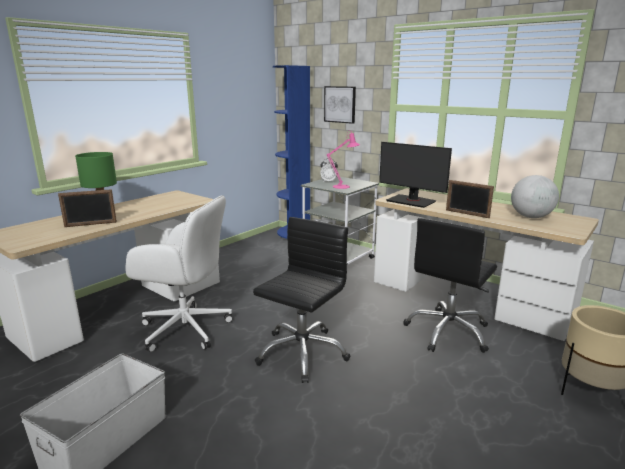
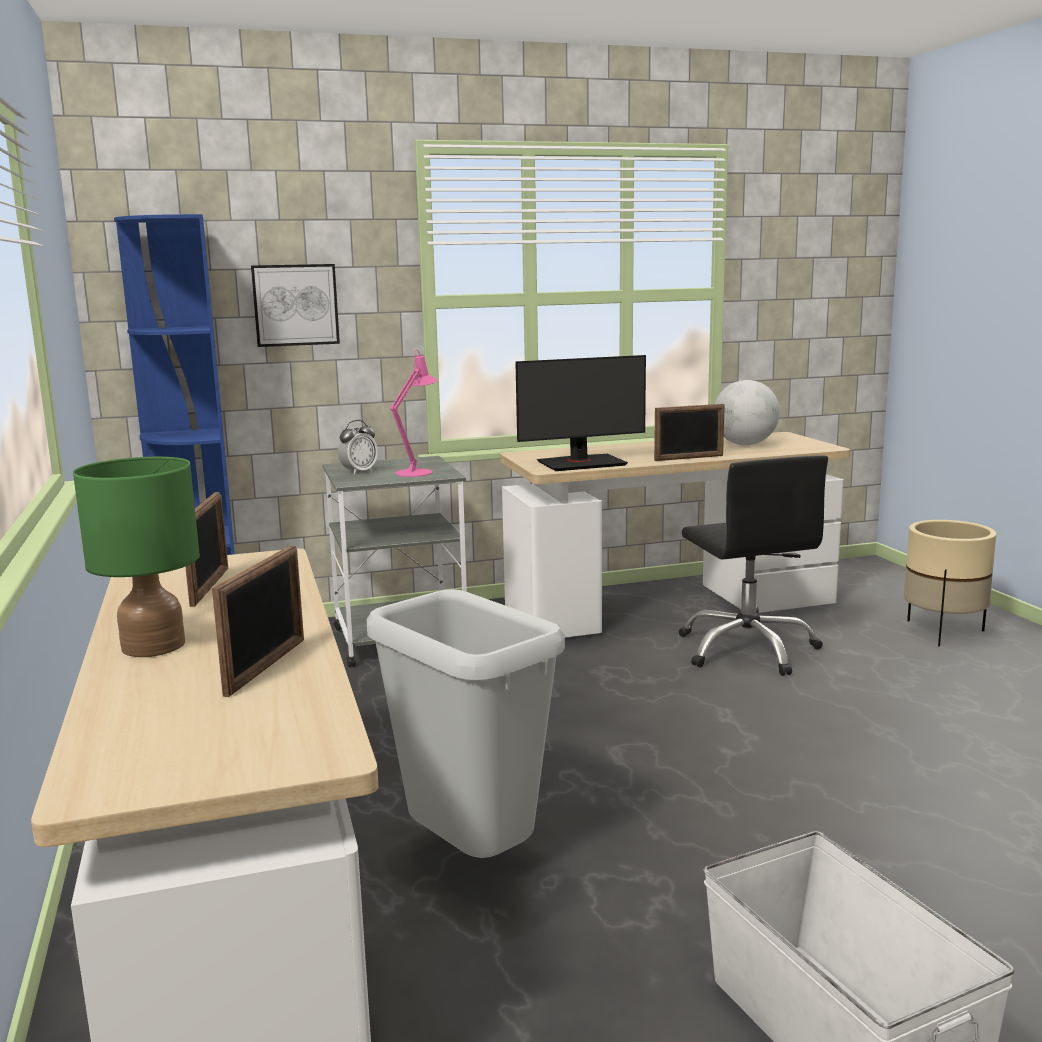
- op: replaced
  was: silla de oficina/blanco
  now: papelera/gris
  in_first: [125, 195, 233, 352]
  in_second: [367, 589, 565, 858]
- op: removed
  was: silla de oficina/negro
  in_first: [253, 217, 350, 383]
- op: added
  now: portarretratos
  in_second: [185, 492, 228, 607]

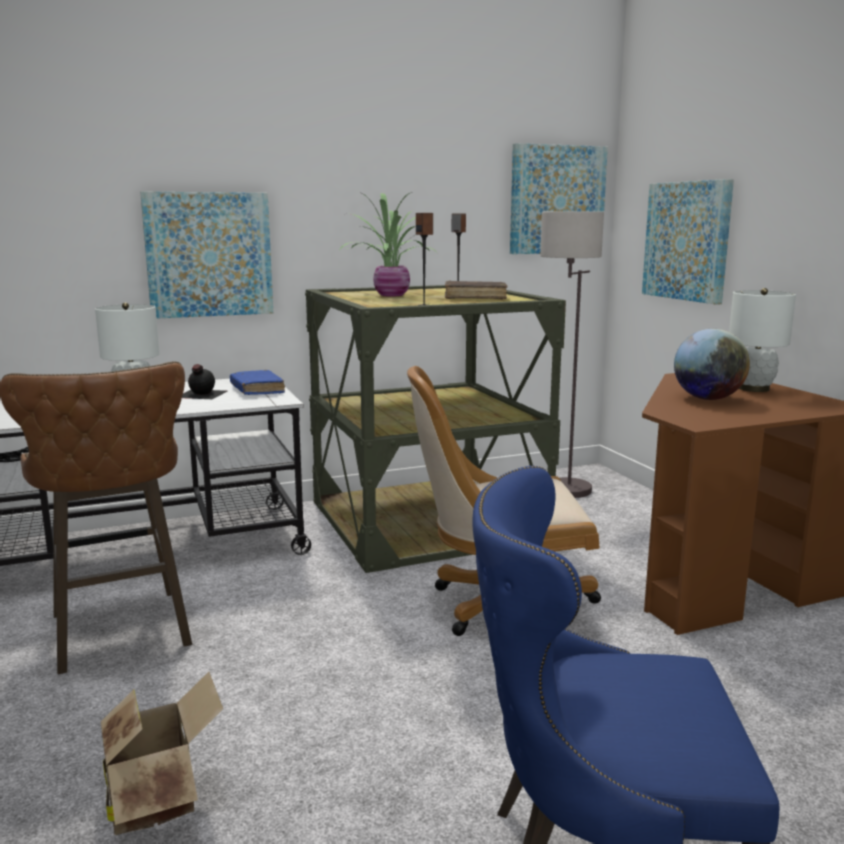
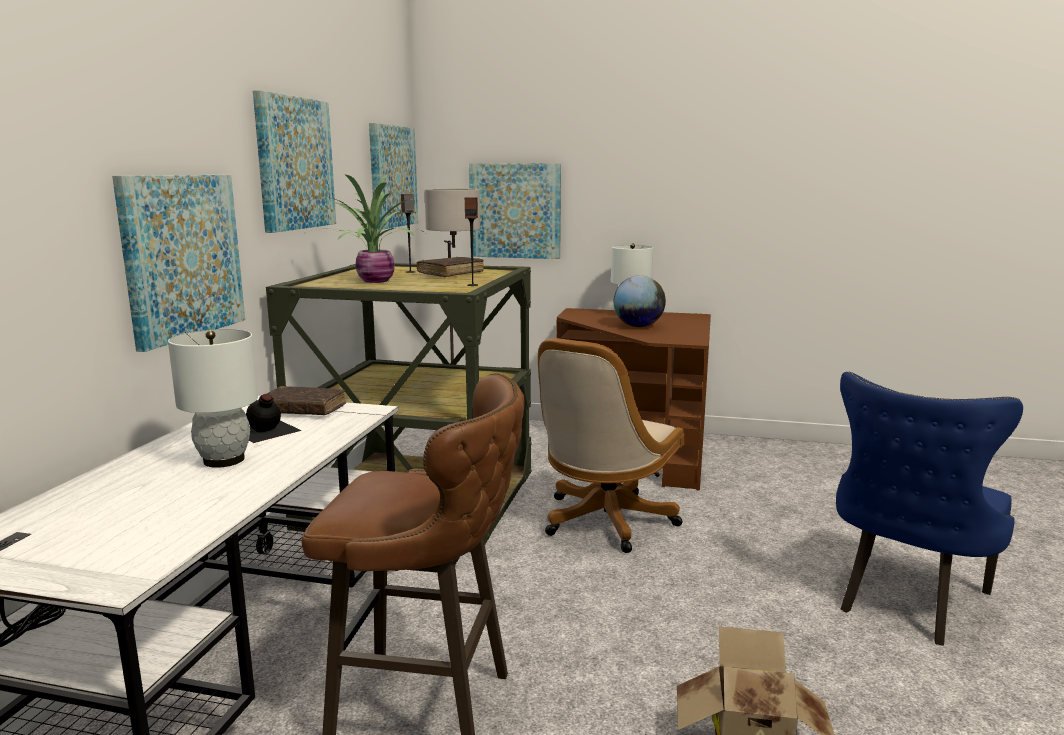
- op: recoloured
  was: libro/azul
  now: libro/marrón
  in_first: [230, 370, 285, 395]
  in_second: [258, 386, 346, 415]
- op: added
  now: cuadro
  in_second: [253, 90, 336, 233]

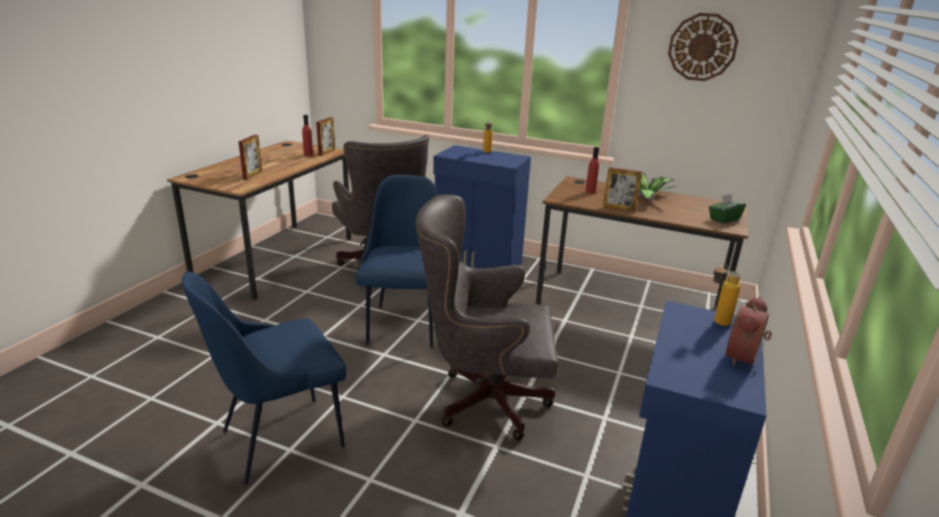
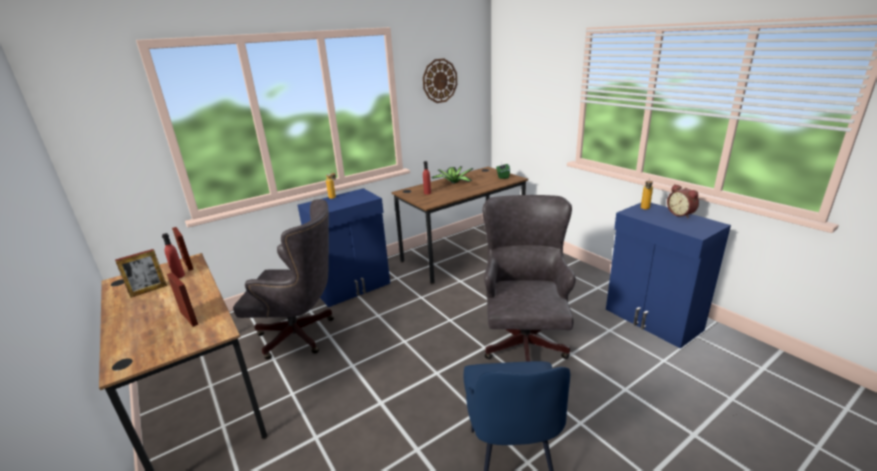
- op: removed
  was: silla/azul
  in_first: [356, 175, 438, 348]
- op: turned
  was: silla de oficina/gris
  in_first: [416, 194, 558, 440]
  in_second: [482, 195, 576, 362]
  clockwise: 150
- op: moved
  was: portarretratos
  in_first: [603, 167, 642, 212]
  in_second: [115, 249, 167, 298]

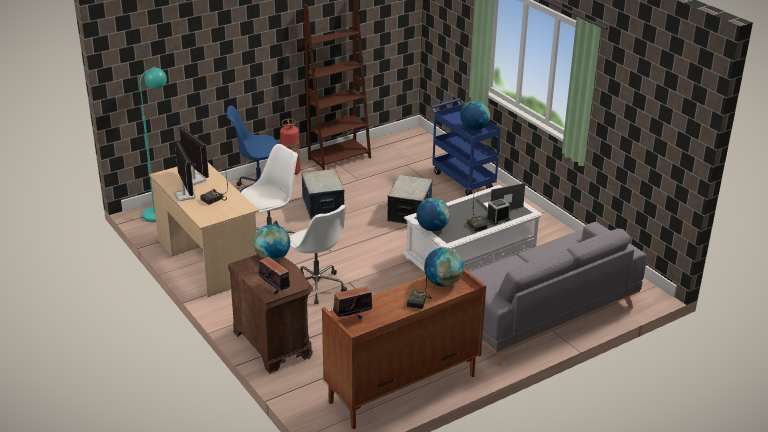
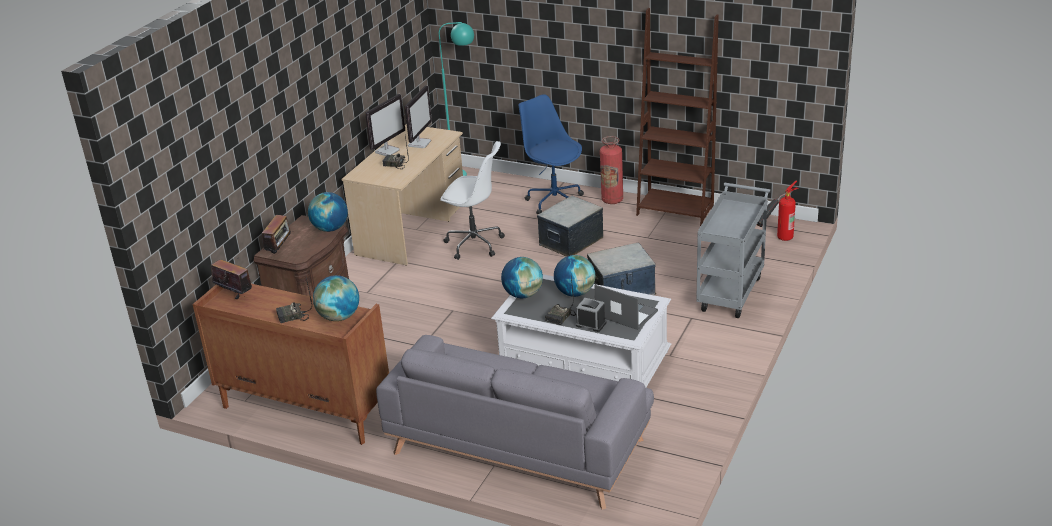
- op: removed
  was: silla de oficina/blanco
  in_first: [289, 205, 347, 304]
- op: recoloured
  was: carrito/azul
  now: carrito/gris
  in_first: [431, 98, 501, 196]
  in_second: [696, 182, 771, 318]
- op: moved
  was: globo terráqueo
  in_first: [460, 101, 490, 130]
  in_second: [554, 255, 595, 297]
- op: added
  now: extintor
  in_second: [757, 181, 799, 241]

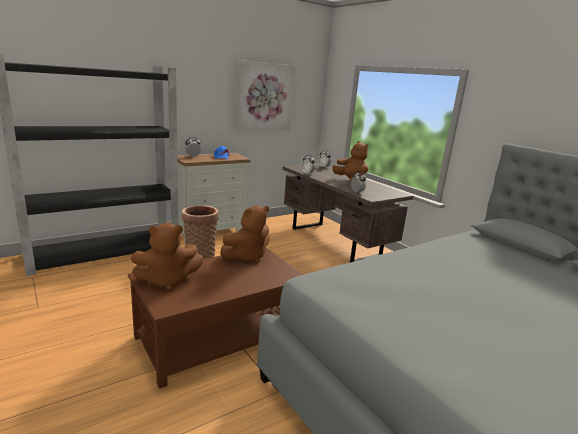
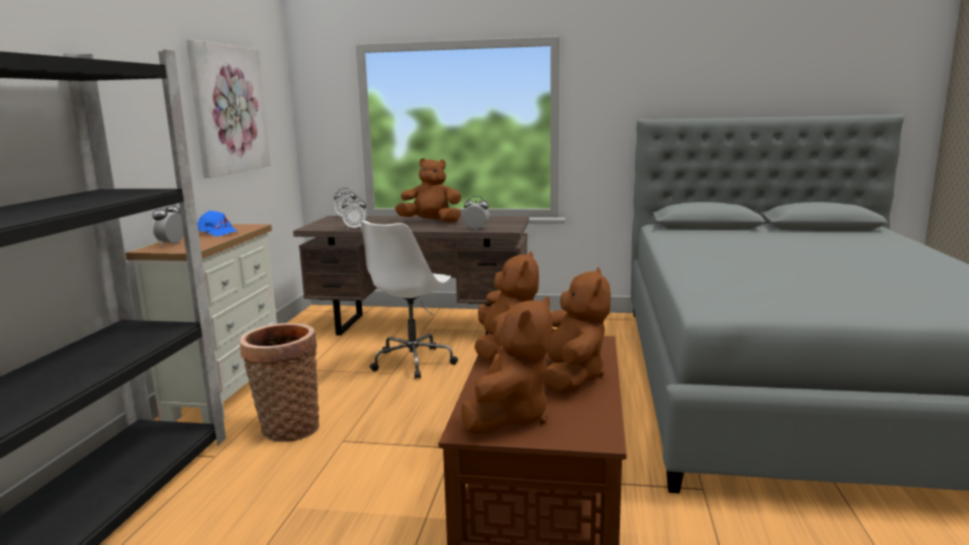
- op: added
  now: silla de oficina/blanco
  in_second: [361, 221, 458, 379]
- op: added
  now: peluche/marrón
  in_second: [544, 267, 611, 394]

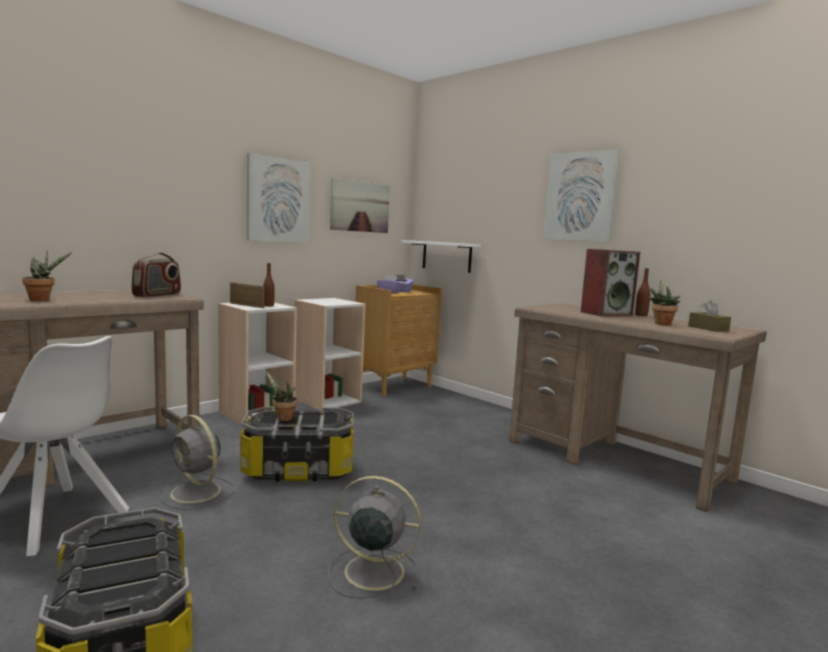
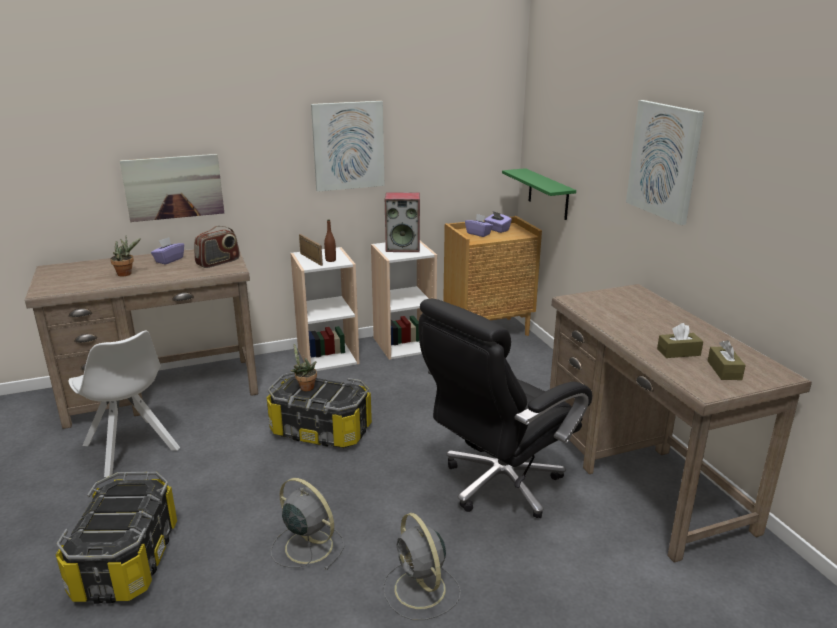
- op: moved
  was: ventilador/gris
  in_first: [158, 415, 235, 510]
  in_second: [383, 513, 461, 620]
- op: moved
  was: cuadro
  in_first: [330, 178, 390, 233]
  in_second: [120, 154, 224, 222]
- op: recoloured
  was: estante/blanco
  now: estante/verde
  in_first: [402, 240, 481, 273]
  in_second: [502, 168, 576, 220]
- op: moved
  was: altavoz
  in_first: [581, 249, 640, 317]
  in_second: [385, 192, 420, 252]
- op: removed
  was: botella/marrón
  in_first: [635, 268, 650, 316]
- op: replaced
  was: planta en maceta
  now: caja de pañuelos/marrón
  in_first: [647, 279, 681, 325]
  in_second: [657, 323, 703, 358]
- op: added
  now: caja de pañuelos/morado
  in_second: [151, 237, 184, 265]
- op: added
  now: silla de oficina/negro
  in_second: [419, 299, 592, 518]

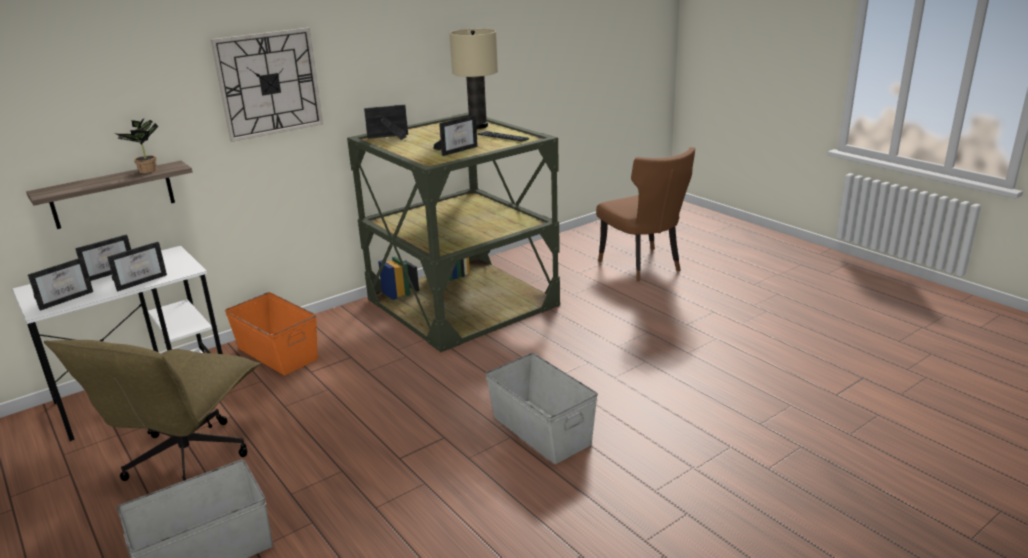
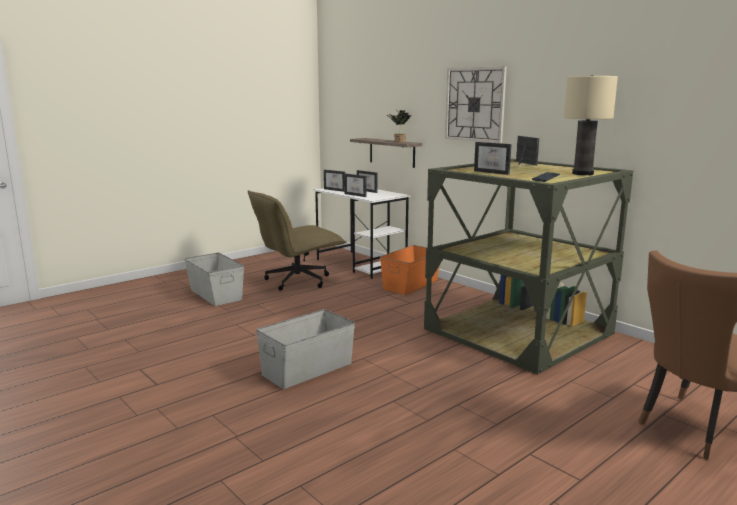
- op: turned
  was: silla de oficina/beis
  in_first: [44, 340, 262, 481]
  in_second: [247, 190, 347, 291]
  clockwise: -45

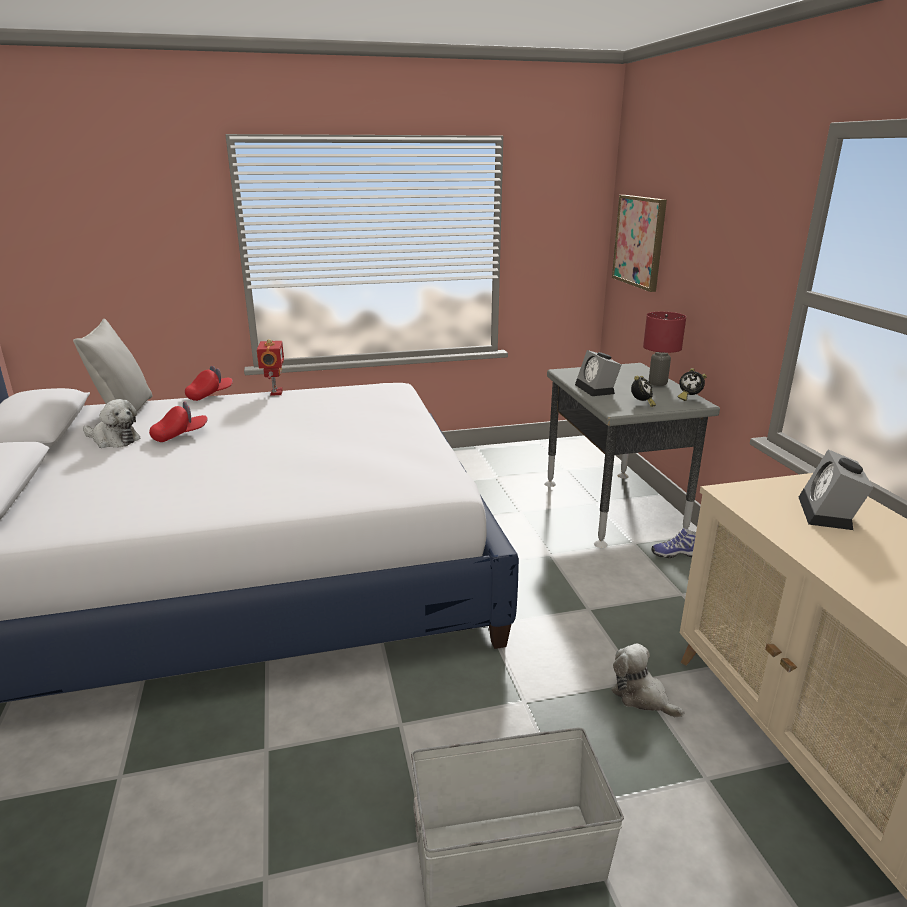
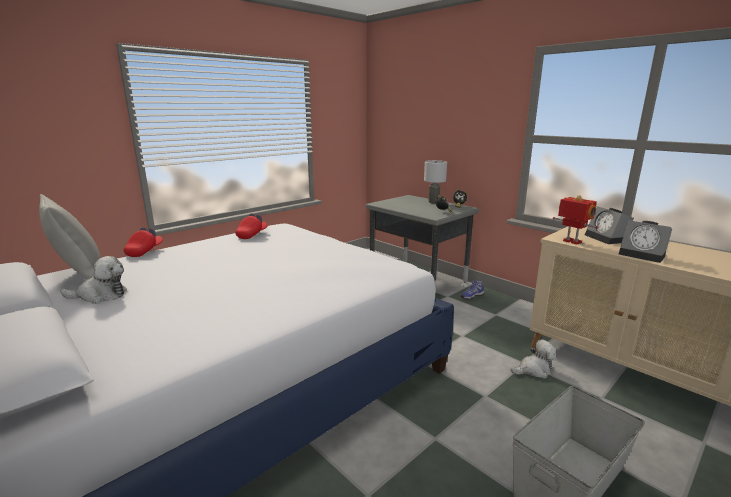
- op: moved
  was: gorra/rojo
  in_first: [149, 402, 208, 442]
  in_second: [235, 213, 268, 239]
- op: moved
  was: robot de juguete
  in_first: [257, 339, 284, 396]
  in_second: [553, 195, 599, 245]
- op: moved
  was: despertador
  in_first: [575, 350, 621, 396]
  in_second: [619, 220, 672, 263]
- op: turned
  was: peluche
  in_first: [611, 643, 685, 718]
  in_second: [511, 339, 556, 379]
  clockwise: 150
- op: removed
  was: cuadro
  in_first: [612, 195, 667, 292]
- op: recoloured
  was: lámpara de mesa/rojo
  now: lámpara de mesa/blanco
  in_first: [643, 312, 686, 386]
  in_second: [424, 160, 447, 203]

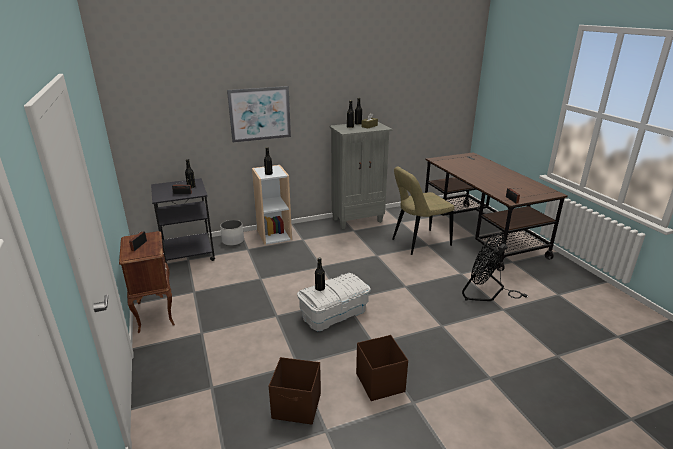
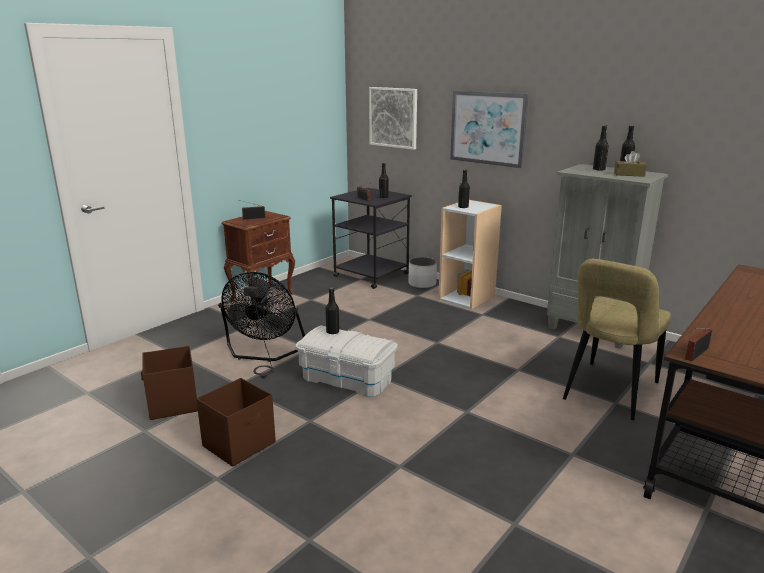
- op: turned
  was: silla/beis
  in_first: [392, 167, 454, 255]
  in_second: [563, 259, 671, 420]
  clockwise: -90
- op: moved
  was: ventilador/negro
  in_first: [462, 233, 528, 301]
  in_second: [218, 272, 305, 379]
- op: added
  now: cuadro
  in_second: [369, 87, 417, 150]

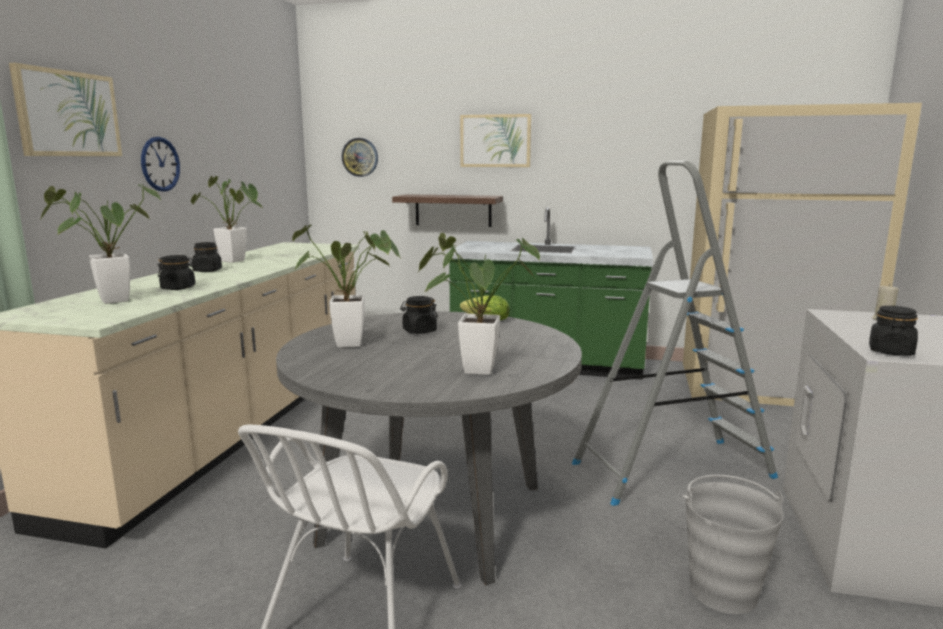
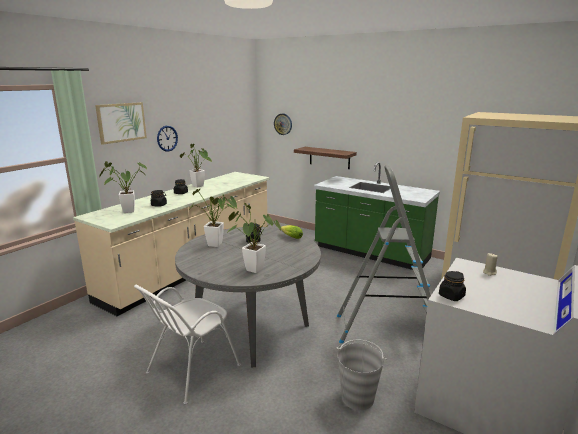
- op: removed
  was: cuadro
  in_first: [460, 114, 531, 167]

